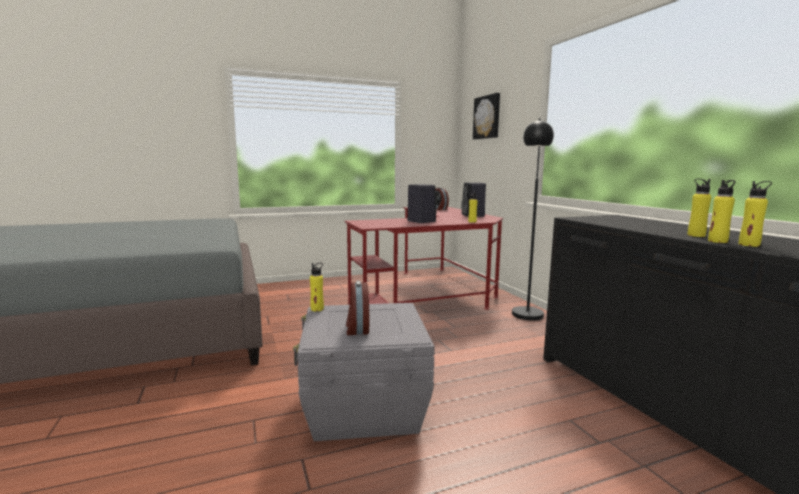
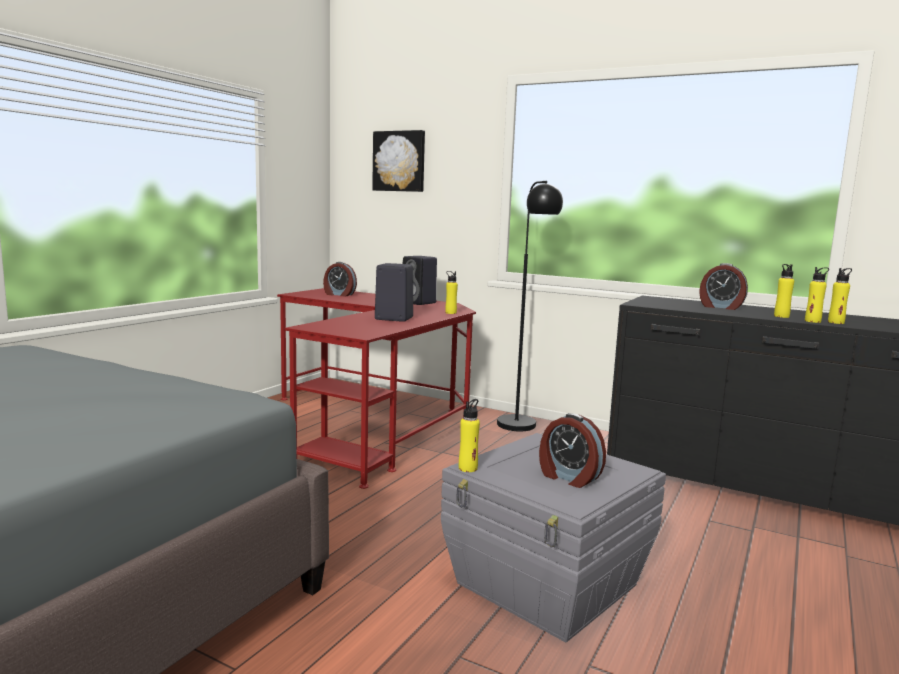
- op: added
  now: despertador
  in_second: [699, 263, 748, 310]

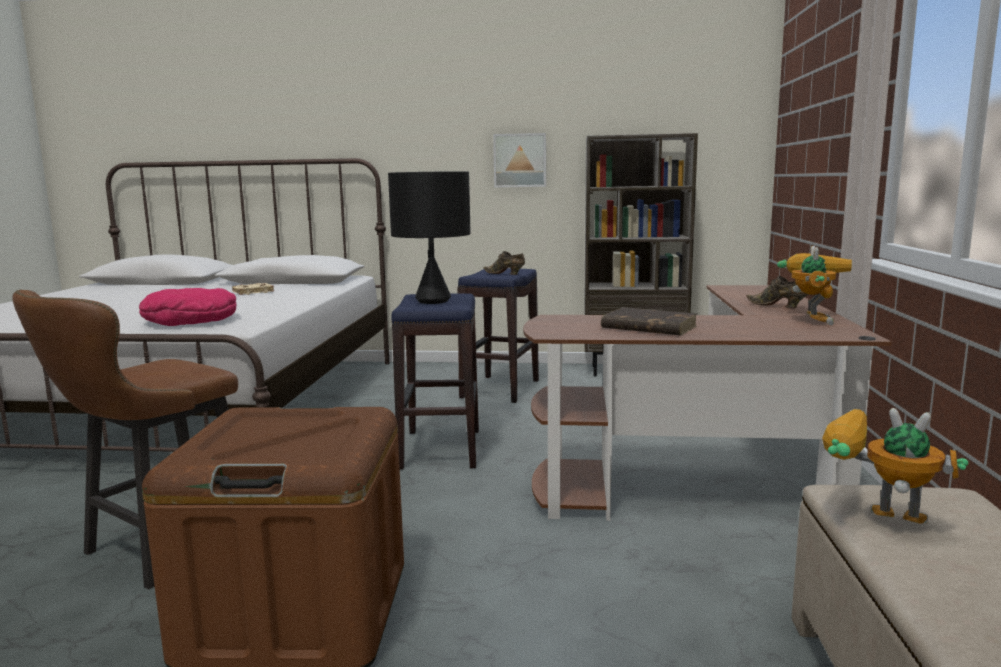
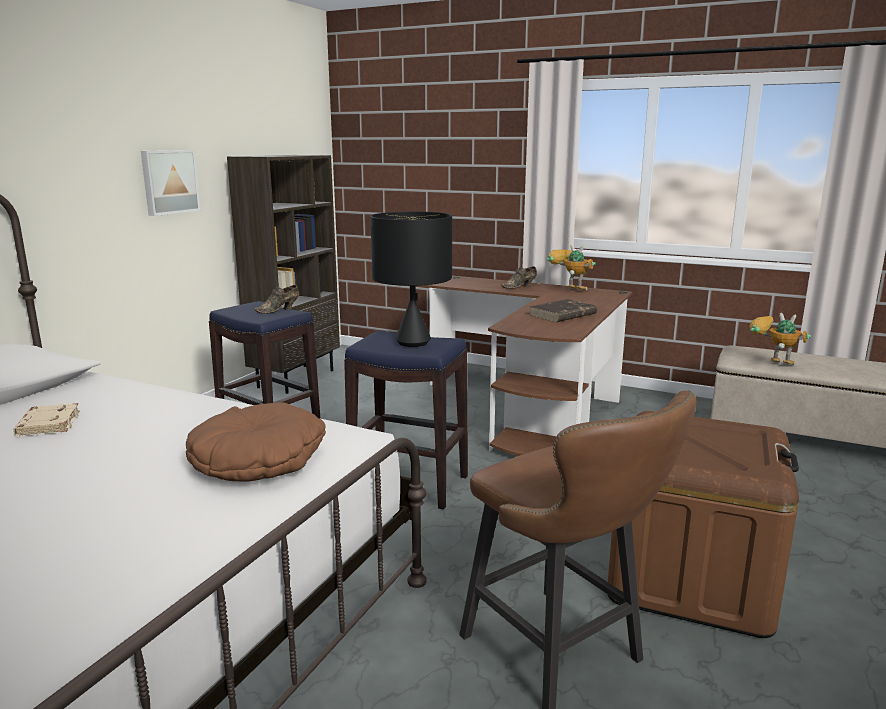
- op: recoloured
  was: cojín/rosa
  now: cojín/marrón
  in_first: [139, 288, 236, 326]
  in_second: [186, 402, 326, 482]
- op: turned
  was: robot de juguete
  in_first: [822, 408, 969, 524]
  in_second: [750, 313, 811, 365]
  clockwise: 75

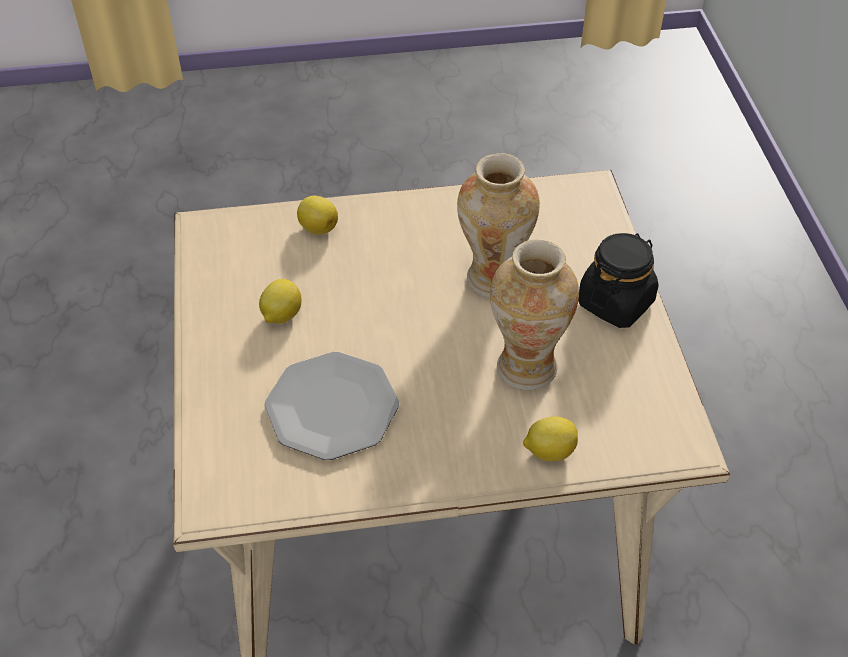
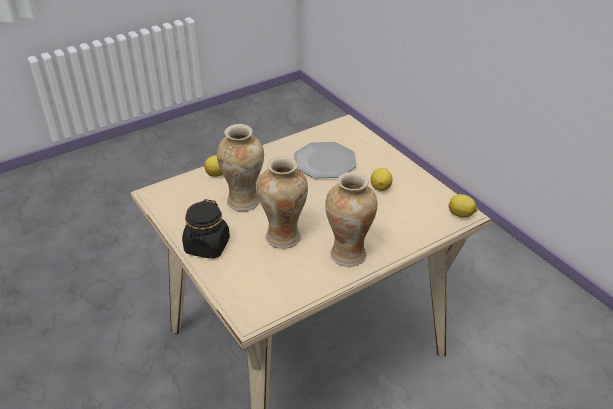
- op: moved
  was: limón
  in_first: [297, 196, 338, 234]
  in_second: [449, 194, 478, 218]
- op: added
  now: florero
  in_second: [325, 172, 377, 267]

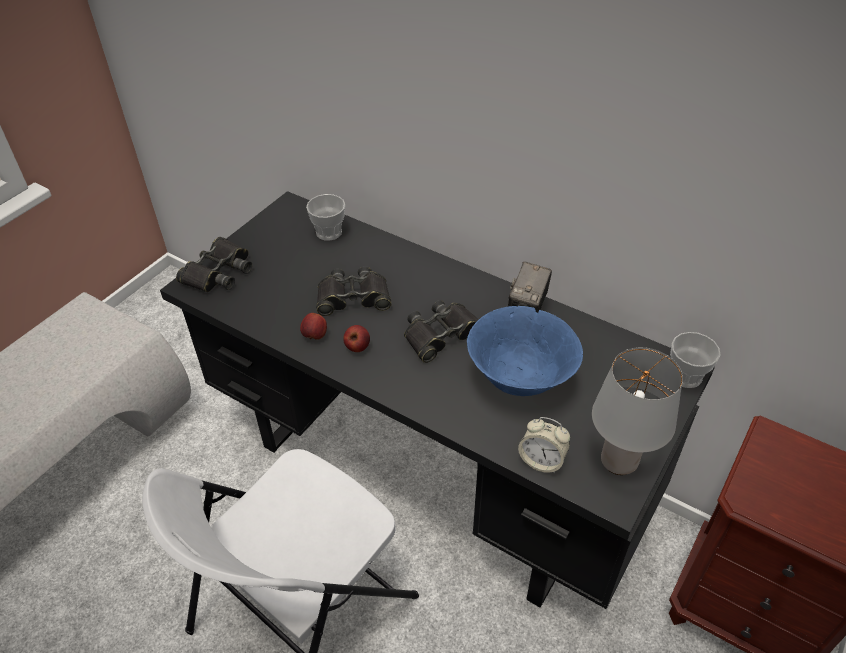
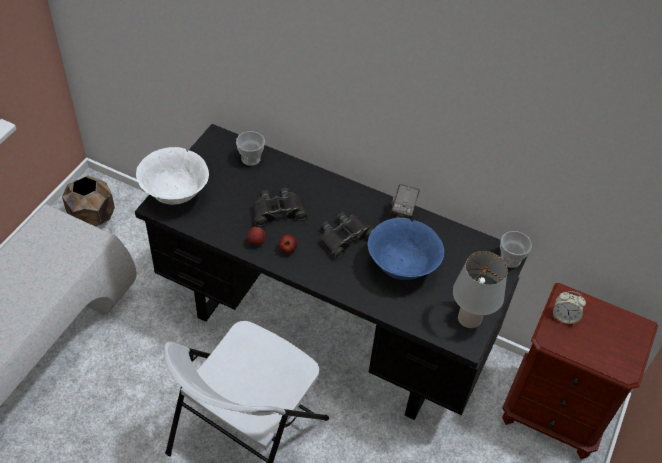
- op: replaced
  was: prismáticos/negro
  now: cuenco/blanco
  in_first: [176, 237, 252, 292]
  in_second: [136, 147, 209, 205]
- op: moved
  was: despertador
  in_first: [518, 417, 570, 473]
  in_second: [553, 291, 586, 324]
- op: added
  now: maceta/marrón
  in_second: [62, 176, 115, 226]

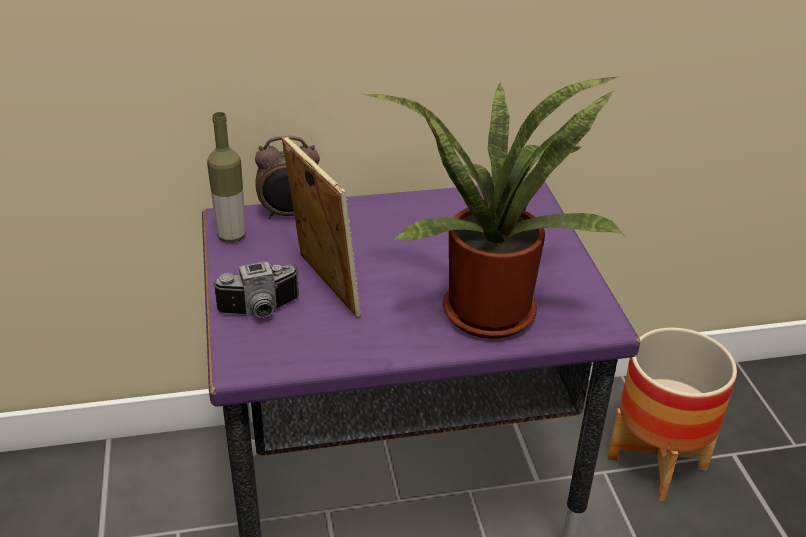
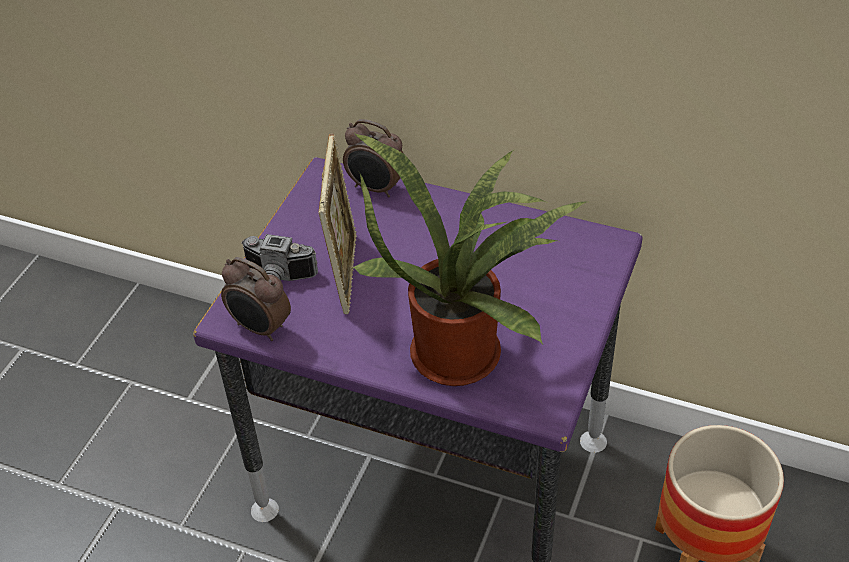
- op: removed
  was: botella
  in_first: [207, 112, 246, 243]
- op: added
  now: despertador
  in_second: [221, 257, 291, 341]

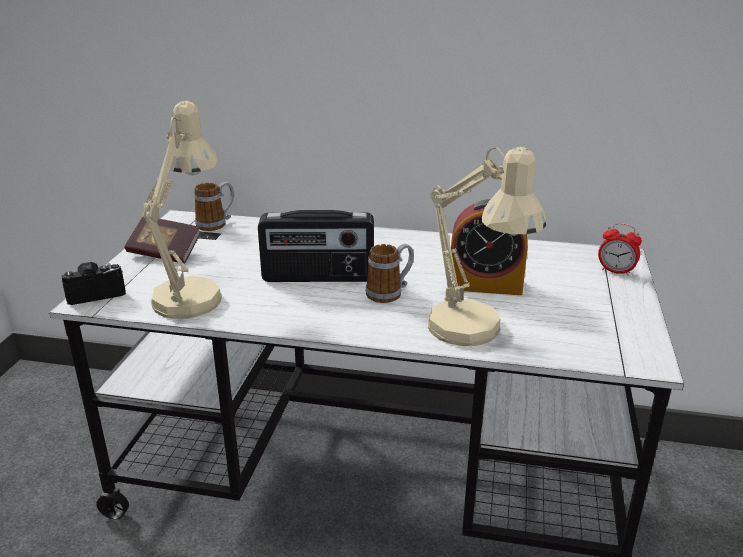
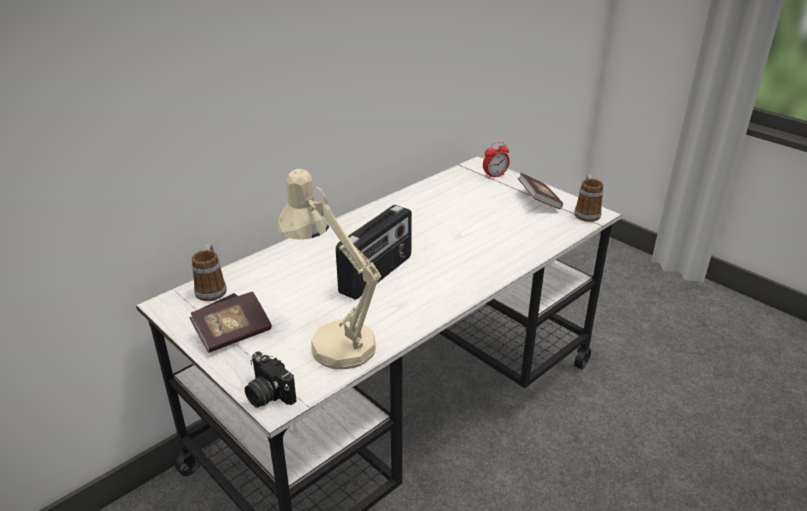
- op: turned
  was: cámara
  in_first: [62, 262, 126, 305]
  in_second: [245, 351, 297, 408]
  clockwise: -60
- op: moved
  was: taza grande
  in_first: [366, 244, 414, 303]
  in_second: [574, 175, 603, 222]
- op: removed
  was: lámpara de mesa/beis
  in_first: [428, 147, 546, 346]
- op: removed
  was: despertador
  in_first: [451, 199, 528, 295]
- op: added
  now: libro
  in_second: [518, 173, 563, 209]

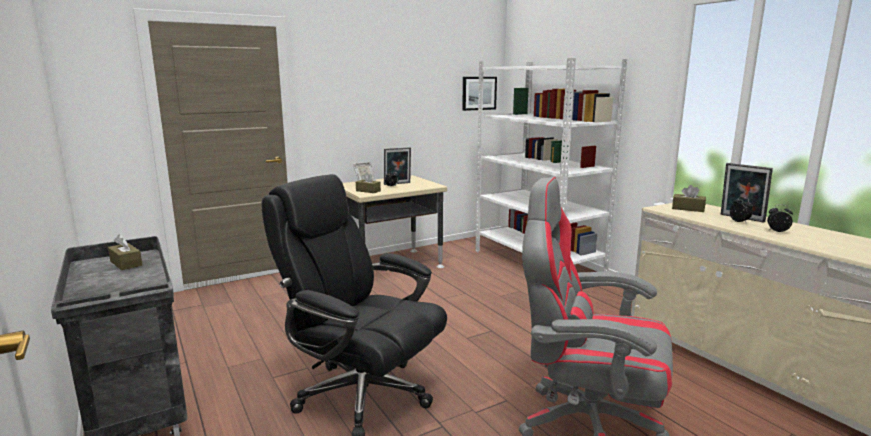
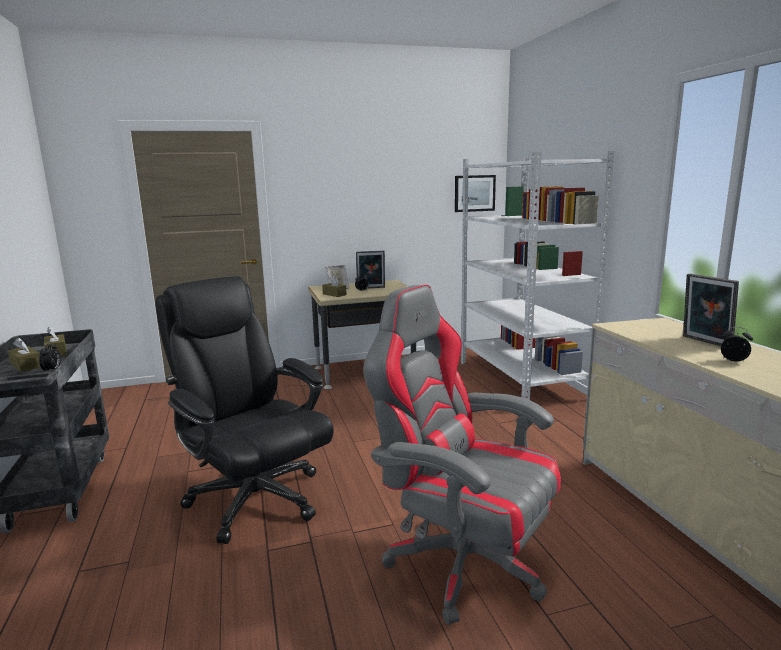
- op: moved
  was: caja de pañuelos/marrón
  in_first: [672, 185, 706, 212]
  in_second: [8, 337, 41, 372]
- op: moved
  was: despertador
  in_first: [730, 196, 753, 224]
  in_second: [39, 342, 61, 371]

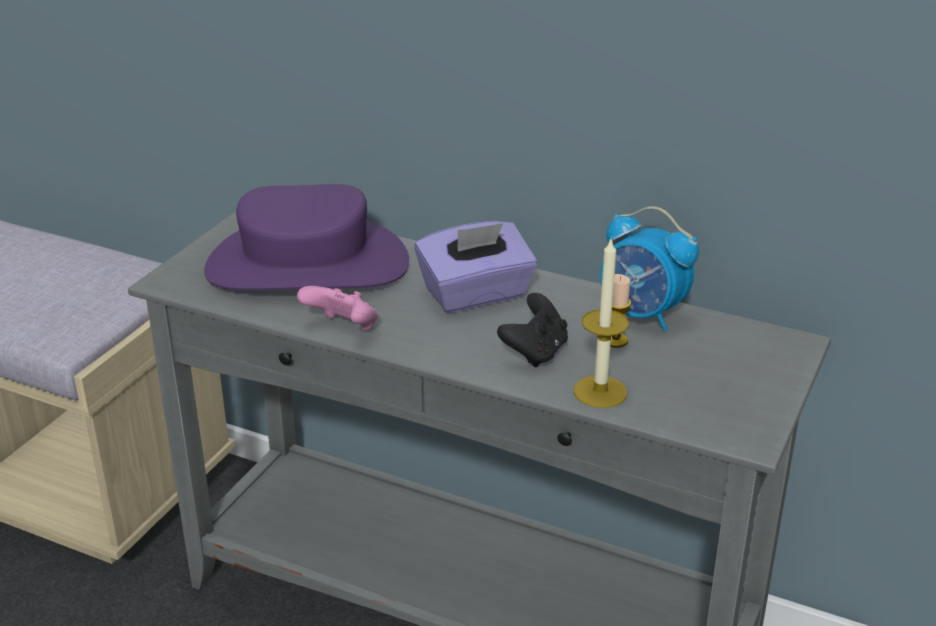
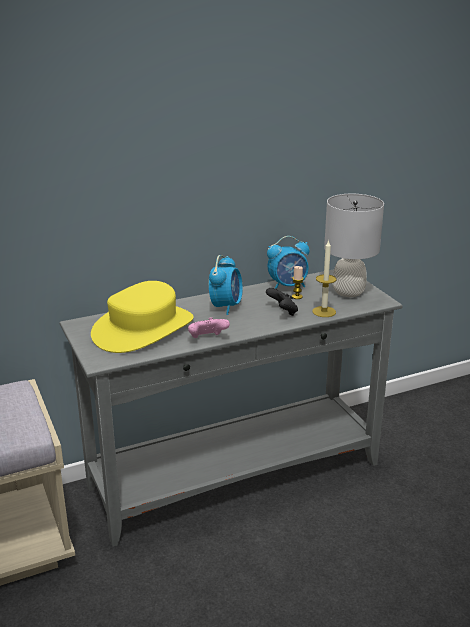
- op: recoloured
  was: sombrero/morado
  now: sombrero/amarillo
  in_first: [204, 184, 409, 290]
  in_second: [91, 281, 194, 353]
- op: replaced
  was: caja de pañuelos/morado
  now: despertador
  in_first: [415, 221, 537, 313]
  in_second: [209, 255, 243, 315]
- op: added
  now: lámpara de mesa/gris
  in_second: [324, 194, 384, 297]

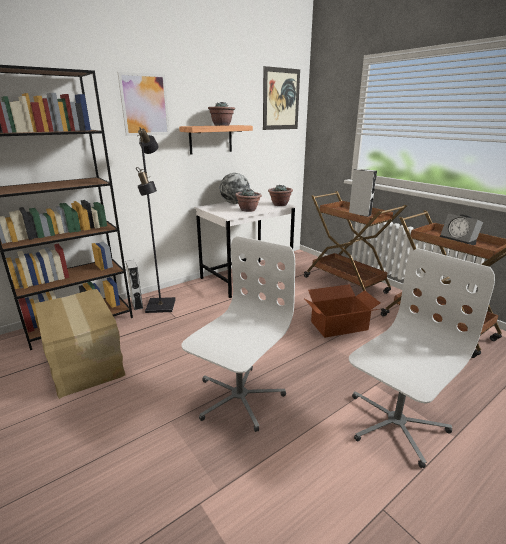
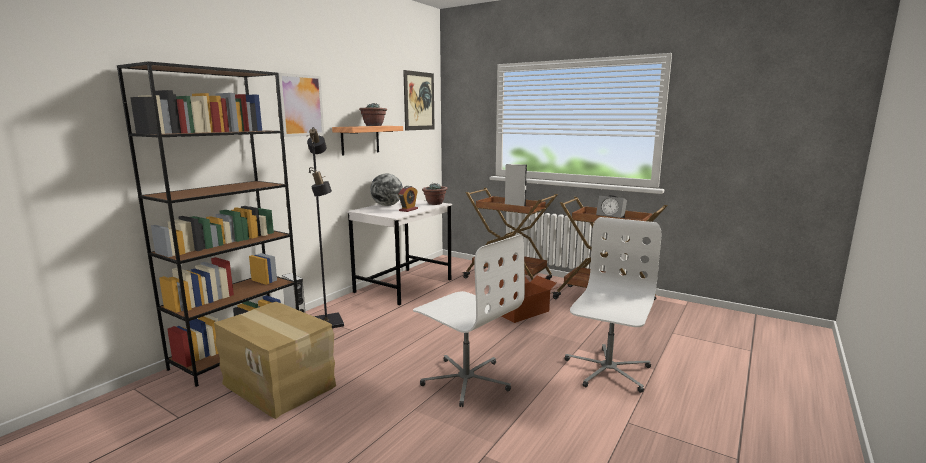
- op: turned
  was: silla de oficina/blanco
  in_first: [181, 236, 295, 432]
  in_second: [413, 234, 525, 407]
  clockwise: 120
- op: replaced
  was: planta en maceta
  now: despertador
  in_first: [235, 189, 262, 212]
  in_second: [399, 186, 418, 212]

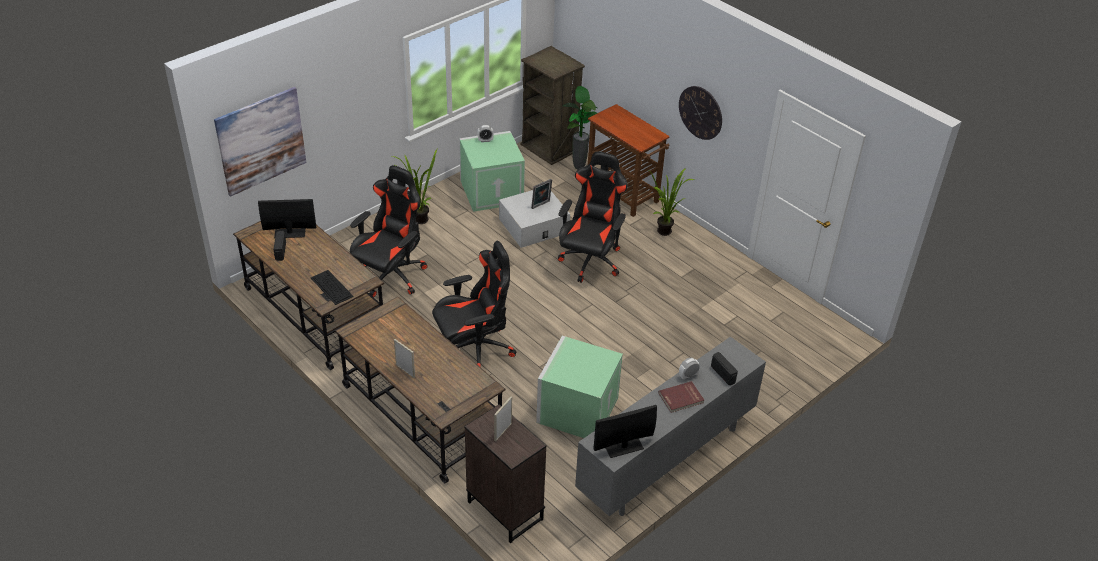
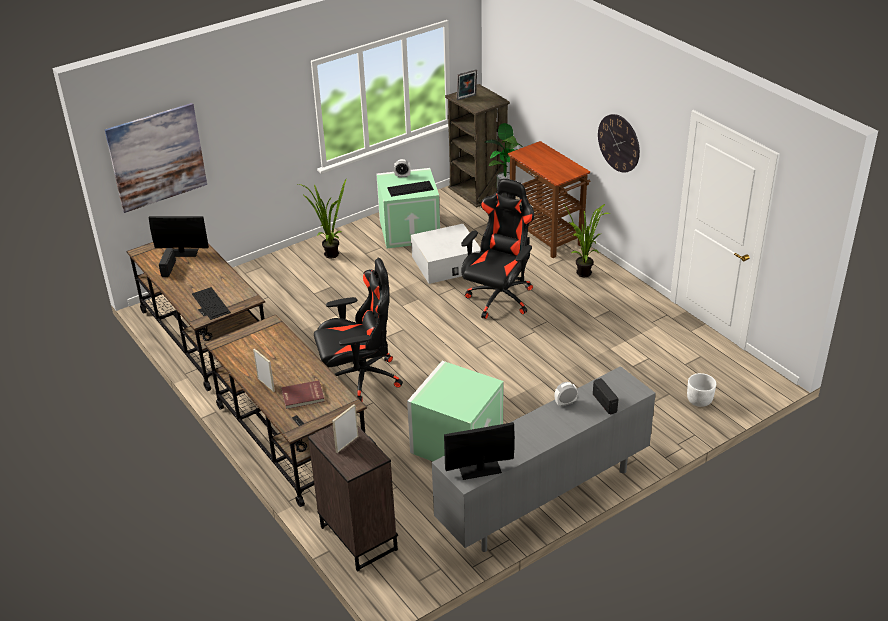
- op: removed
  was: silla de oficina/negro
  in_first: [350, 165, 428, 297]
- op: moved
  was: portarretratos
  in_first: [531, 179, 552, 209]
  in_second: [457, 69, 477, 100]
- op: moved
  was: libro/rojo
  in_first: [659, 381, 704, 413]
  in_second: [281, 380, 325, 409]
- op: added
  now: teclado
  in_second: [387, 181, 434, 197]
- op: added
  now: maceta/blanco
  in_second: [687, 373, 716, 407]

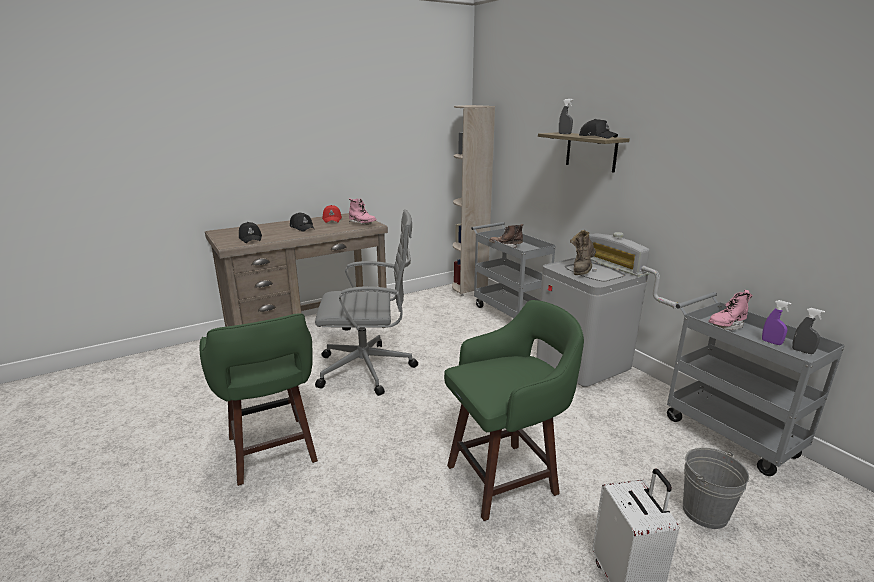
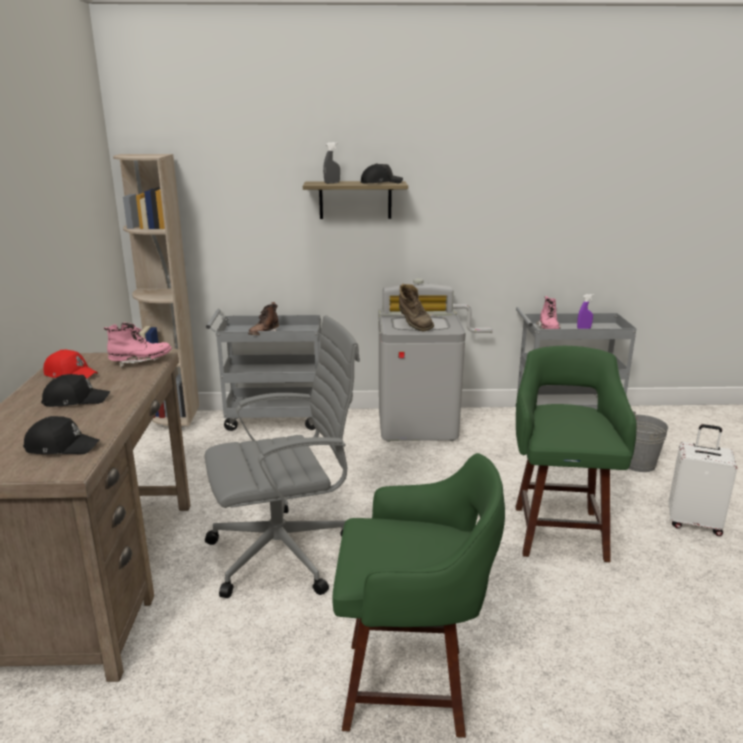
- op: turned
  was: silla de oficina/gris
  in_first: [315, 210, 418, 396]
  in_second: [205, 315, 360, 598]
  clockwise: 45
- op: removed
  was: pulverizador/gris
  in_first: [792, 308, 825, 354]

